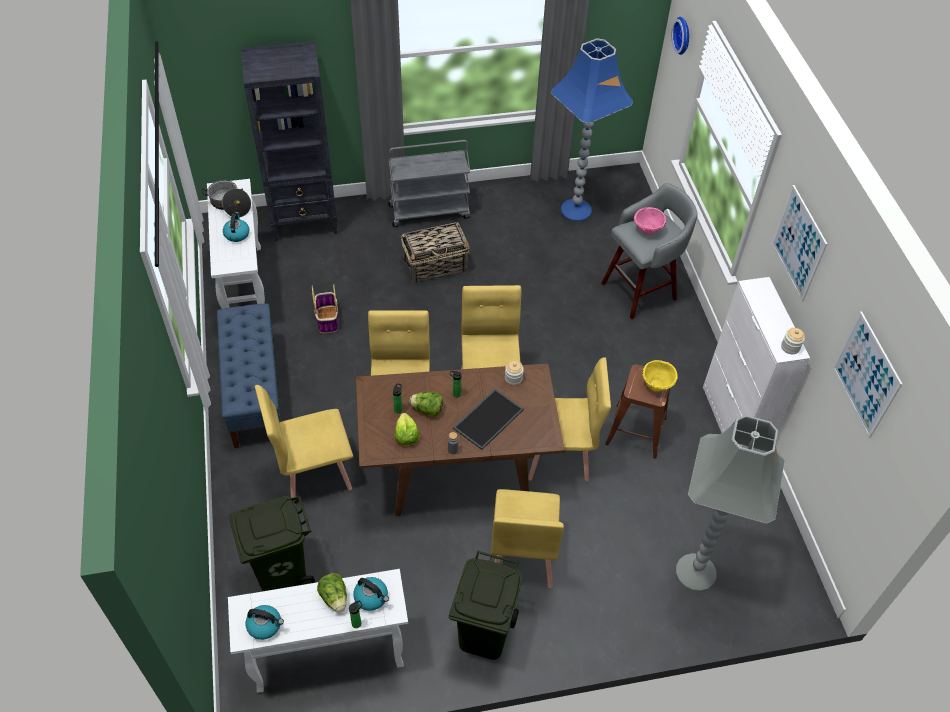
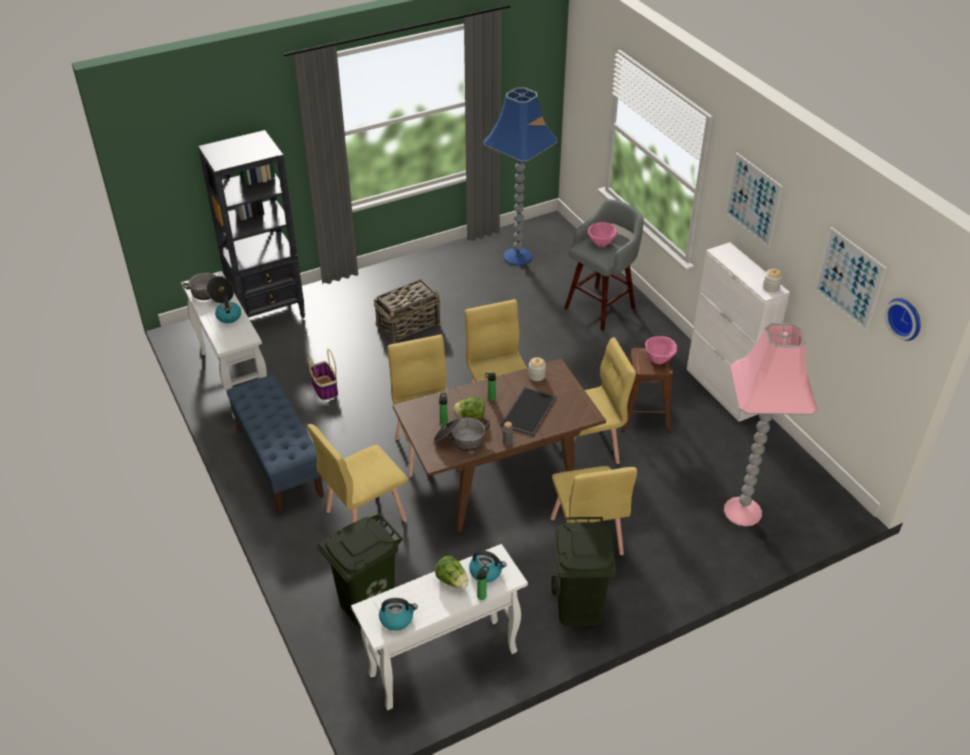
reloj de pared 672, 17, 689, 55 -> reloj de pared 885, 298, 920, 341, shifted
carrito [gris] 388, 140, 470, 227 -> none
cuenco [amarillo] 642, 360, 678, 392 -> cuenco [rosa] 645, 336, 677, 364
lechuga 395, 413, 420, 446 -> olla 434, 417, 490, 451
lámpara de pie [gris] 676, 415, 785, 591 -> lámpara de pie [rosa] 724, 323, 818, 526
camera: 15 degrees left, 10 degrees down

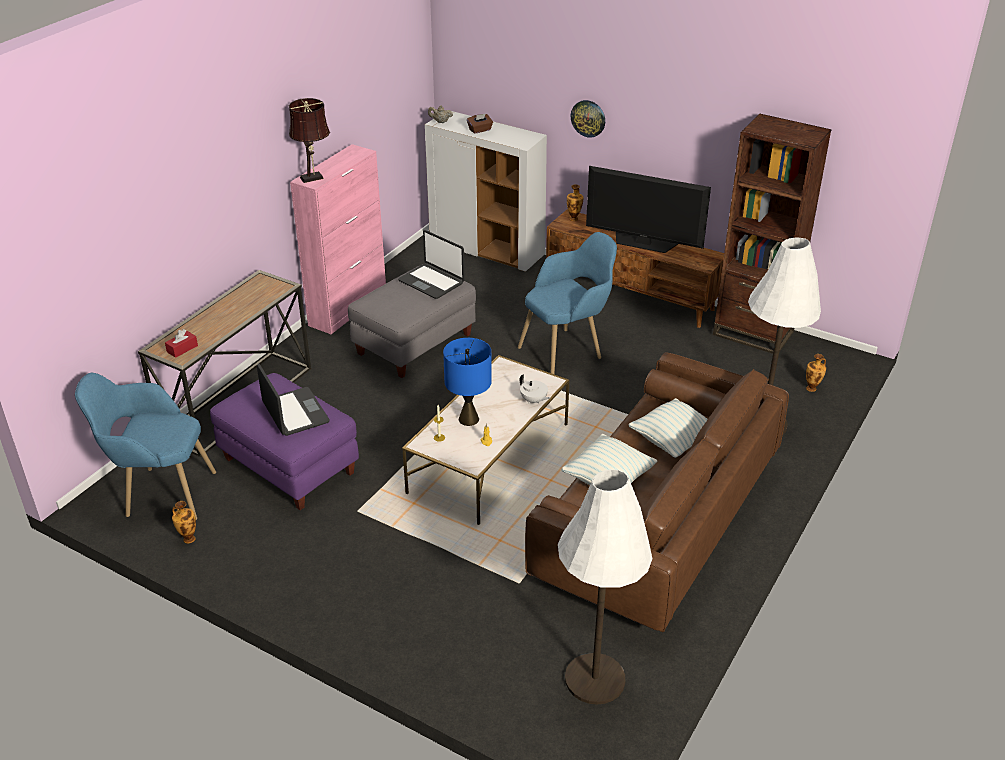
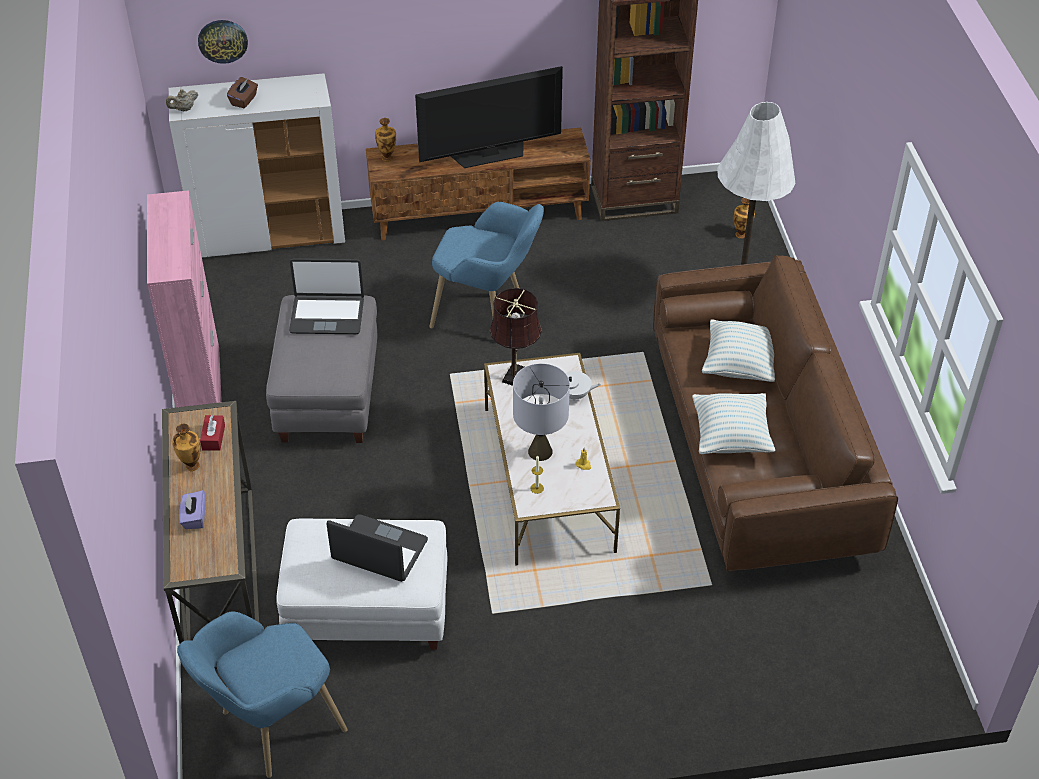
lámpara de mesa [marrón] 289, 98, 330, 183 -> lámpara de mesa [marrón] 490, 288, 542, 386, shifted
reloj de pared 570, 100, 605, 138 -> reloj de pared 198, 20, 248, 64, shifted
sillón [azul] 518, 232, 617, 374 -> sillón [azul] 429, 202, 544, 328, 90 degrees clockwise
caja de pañuelos [rojo] 165, 329, 198, 358 -> caja de pañuelos [rojo] 200, 415, 225, 451, shifted
lámpara de mesa [azul] 443, 338, 492, 426 -> lámpara de mesa [gris] 513, 363, 570, 461
puf [morado] 210, 373, 359, 510 -> puf [blanco] 277, 518, 447, 650
lámpara de pie [blanco] 558, 469, 652, 705 -> none
florero 172, 501, 196, 544 -> florero 172, 424, 201, 471, shifted
none -> caja de pañuelos [morado] 179, 490, 206, 529
camera: 40 degrees left, 10 degrees up

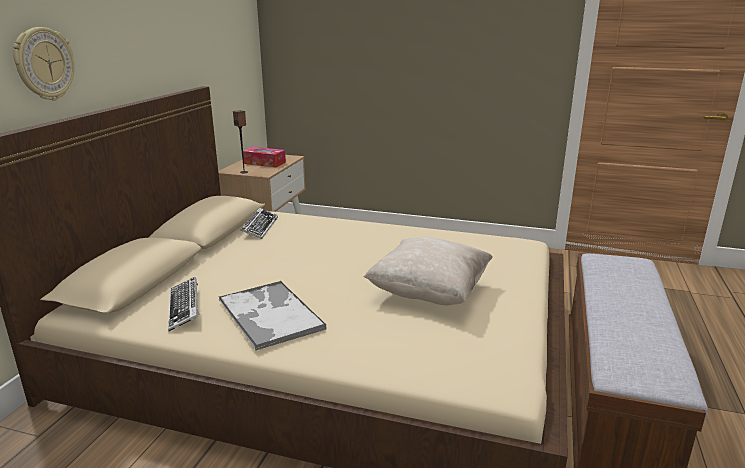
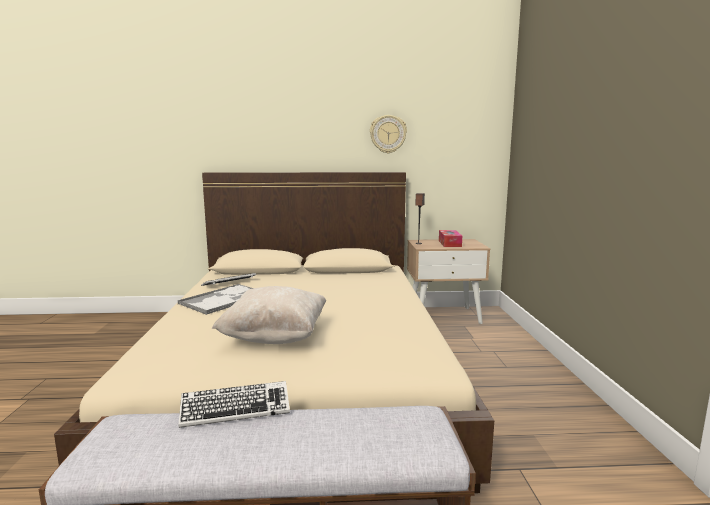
reloj de pared 13, 27, 75, 101 -> reloj de pared 370, 115, 407, 153, shifted
teclado 240, 208, 278, 239 -> teclado 178, 381, 290, 428, shifted
camera: 70 degrees right, 10 degrees down

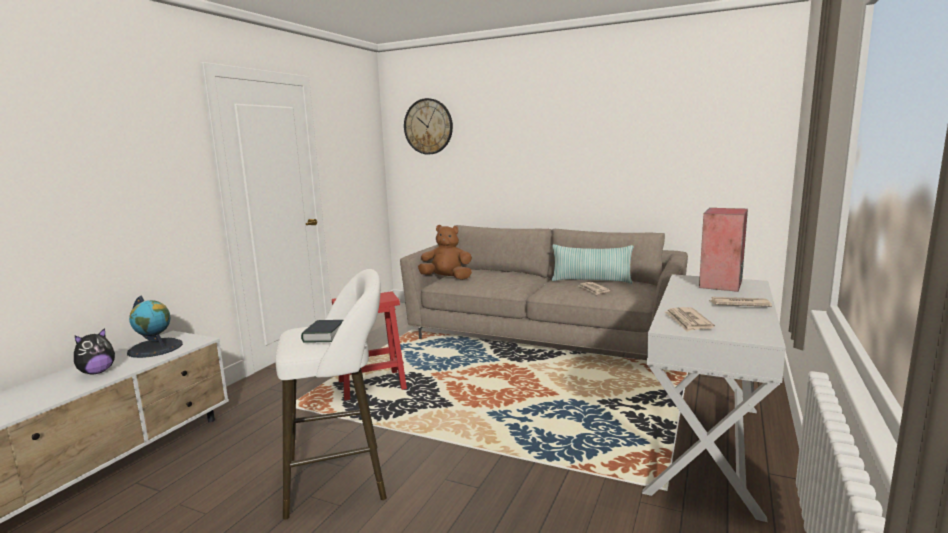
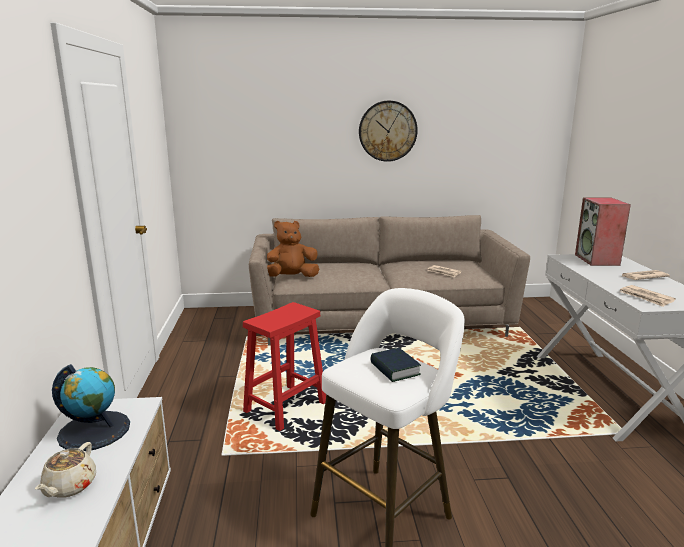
reloj de pared 404, 98, 453, 155 -> reloj de pared 359, 101, 418, 162, shifted
cojín 551, 244, 634, 284 -> none
peluche 74, 328, 115, 375 -> tetera [beis] 35, 442, 96, 498
camera: 30 degrees left, 5 degrees up

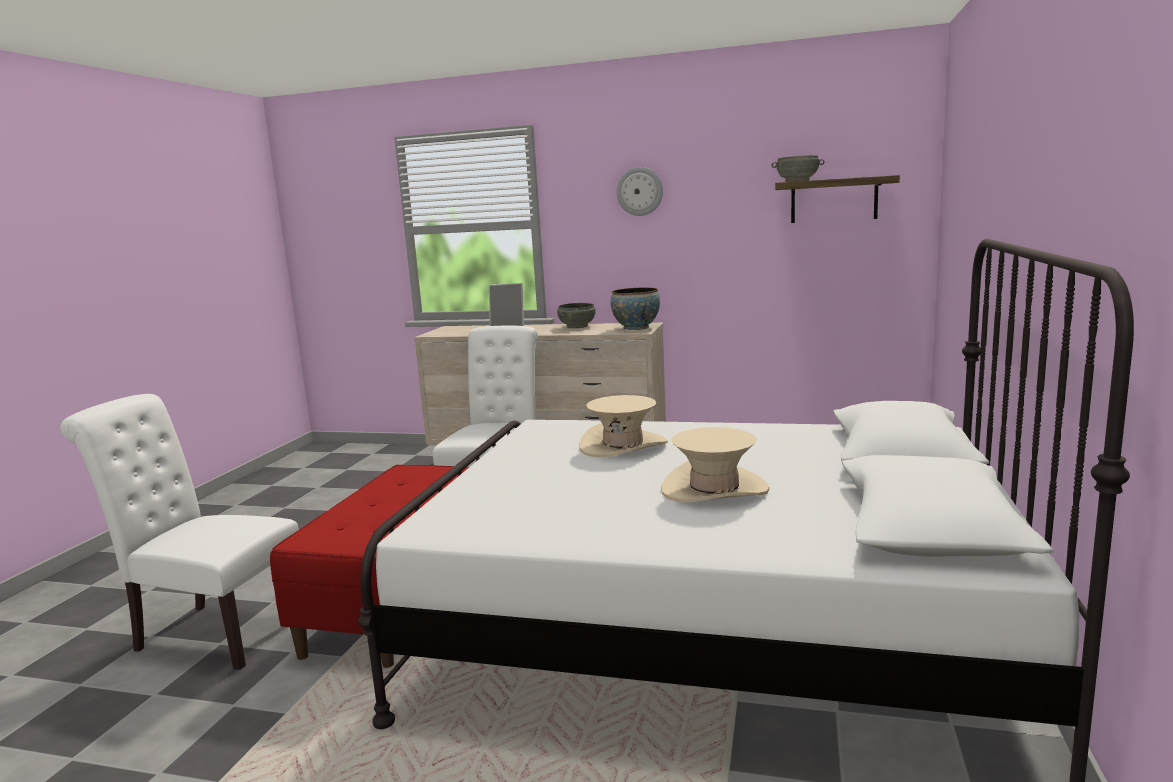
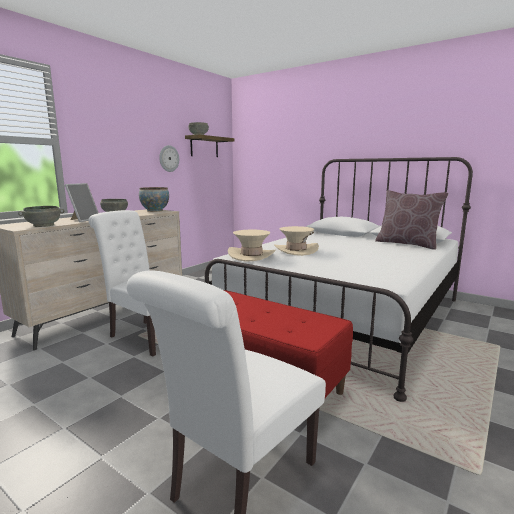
reloj de pared 616, 167, 663, 216 -> reloj de pared 159, 145, 179, 172, shifted
sombrero [beis] 661, 427, 770, 502 -> sombrero [beis] 228, 230, 276, 262, shifted
none -> cojín [marrón] 375, 190, 449, 250
none -> cuenco [gris] 18, 206, 64, 227
camera: 70 degrees left, 0 degrees up

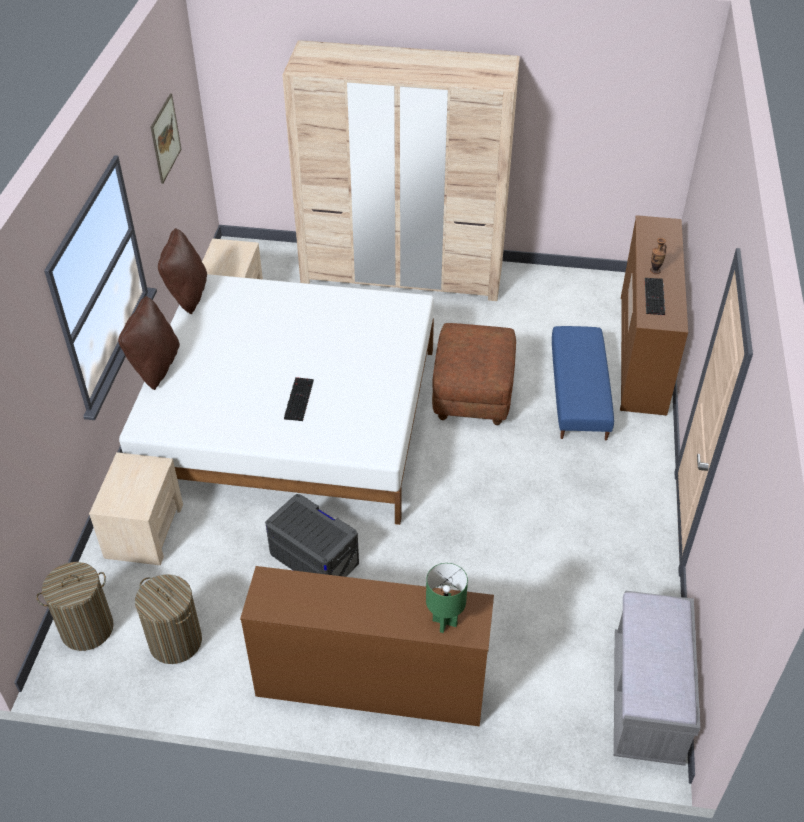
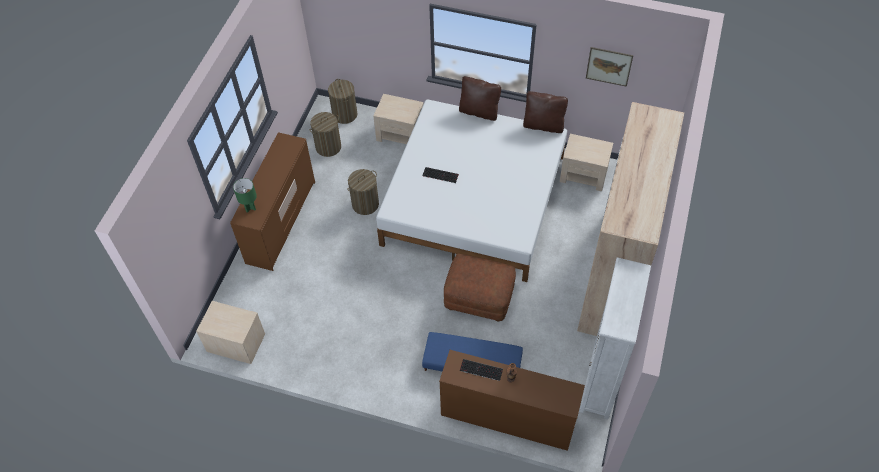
caja de almacenaje [gris] 265, 494, 359, 577 -> cesto de la ropa 347, 169, 379, 215
banco [gris] 614, 591, 700, 766 -> mesita de noche [beis] 196, 301, 265, 364
none -> estantería [blanco] 579, 257, 651, 419
camera: 100 degrees right, 10 degrees up

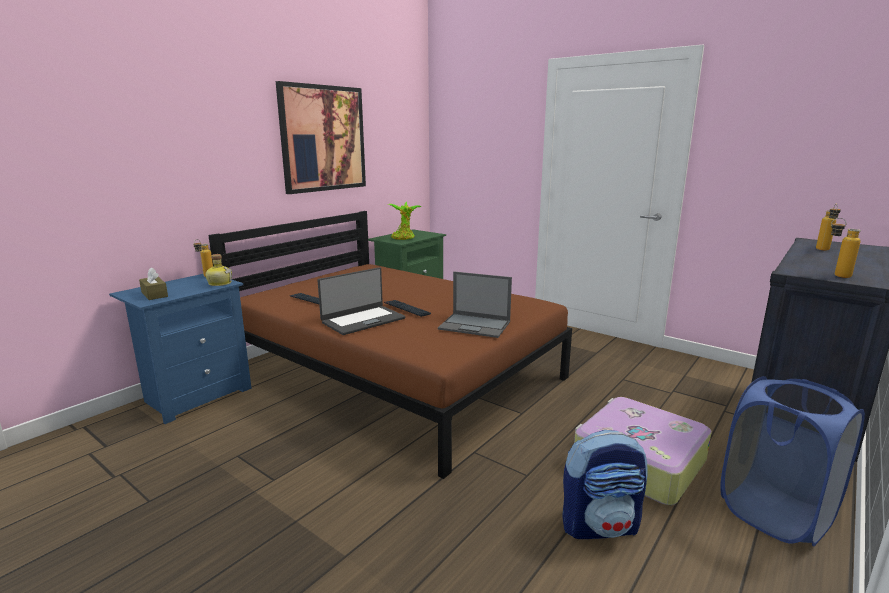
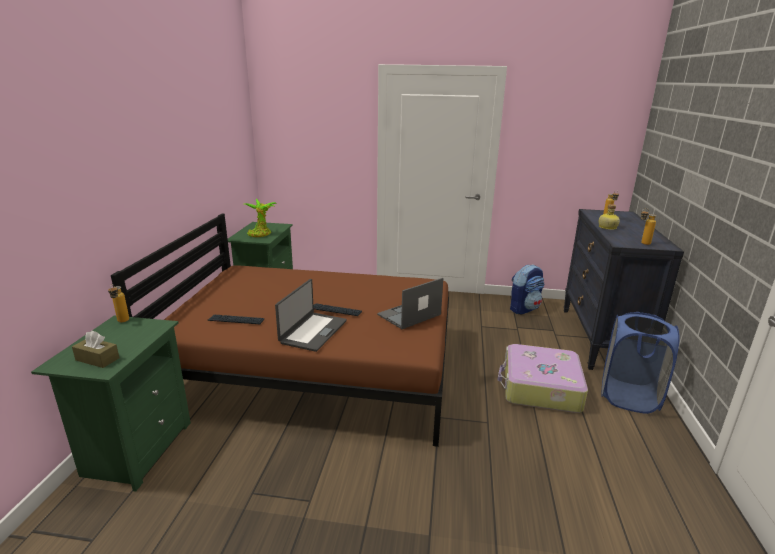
cuadro 276, 81, 366, 194 -> none
botella 205, 254, 232, 286 -> botella 599, 204, 620, 230, shifted
portátil 438, 272, 512, 338 -> portátil 377, 278, 443, 329, 150 degrees clockwise
mesita de noche [azul] 109, 274, 252, 424 -> mesita de noche [verde] 31, 316, 191, 492
mochila 562, 430, 647, 539 -> mochila 510, 264, 544, 315, shifted
camera: 30 degrees left, 5 degrees up

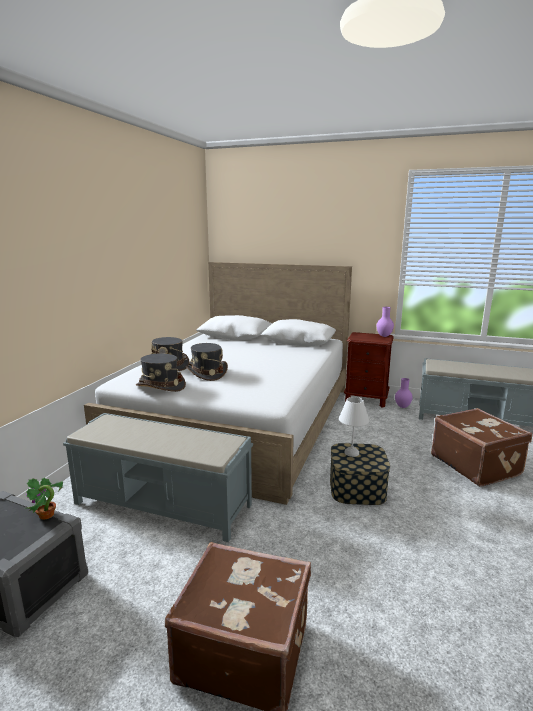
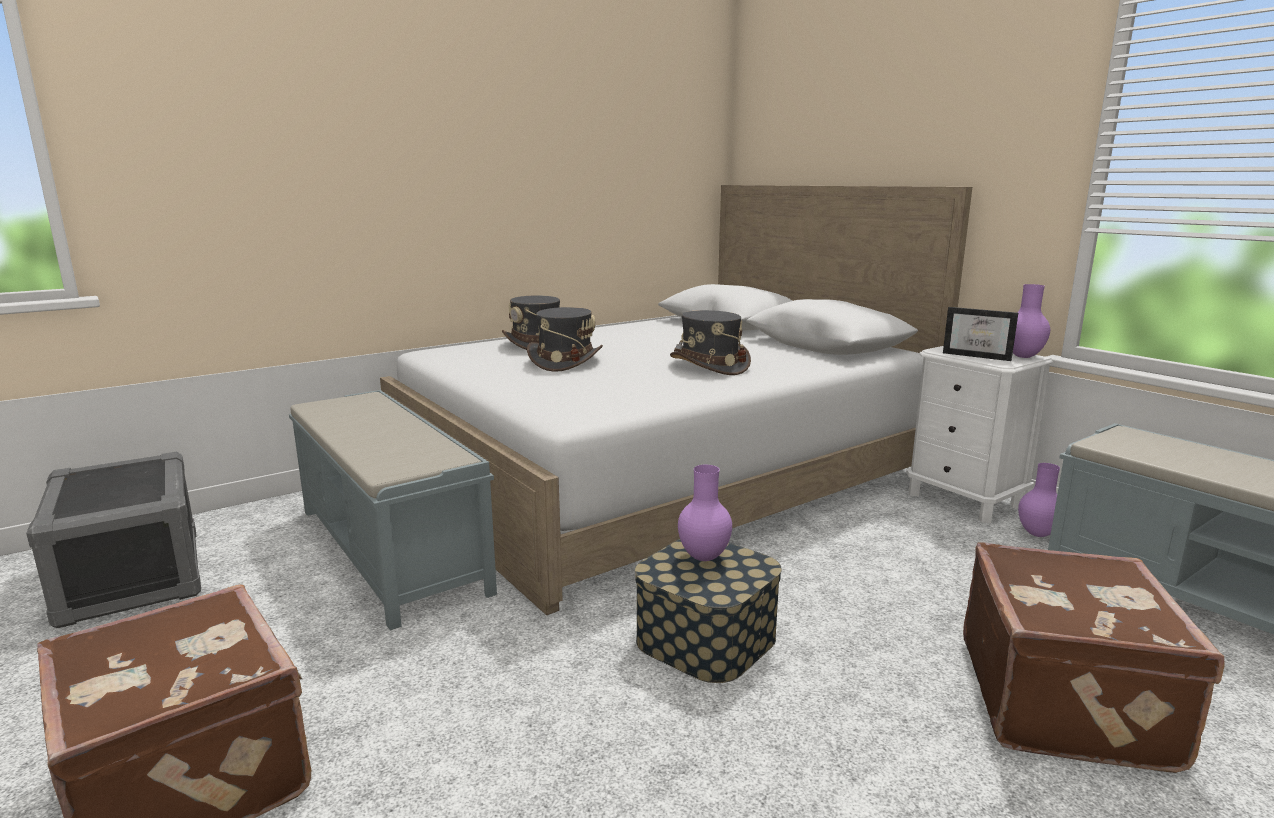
mesita de noche [marrón] 344, 332, 394, 407 -> mesita de noche [blanco] 906, 346, 1053, 523
sombrero [gris] 136, 354, 186, 392 -> sombrero [gris] 670, 310, 751, 375, shifted
lámpara de mesa [blanco] 339, 397, 369, 457 -> florero [morado] 678, 465, 732, 561
planta en maceta 25, 478, 63, 520 -> none
none -> portarretratos 943, 307, 1018, 361
camera: 35 degrees right, 0 degrees up

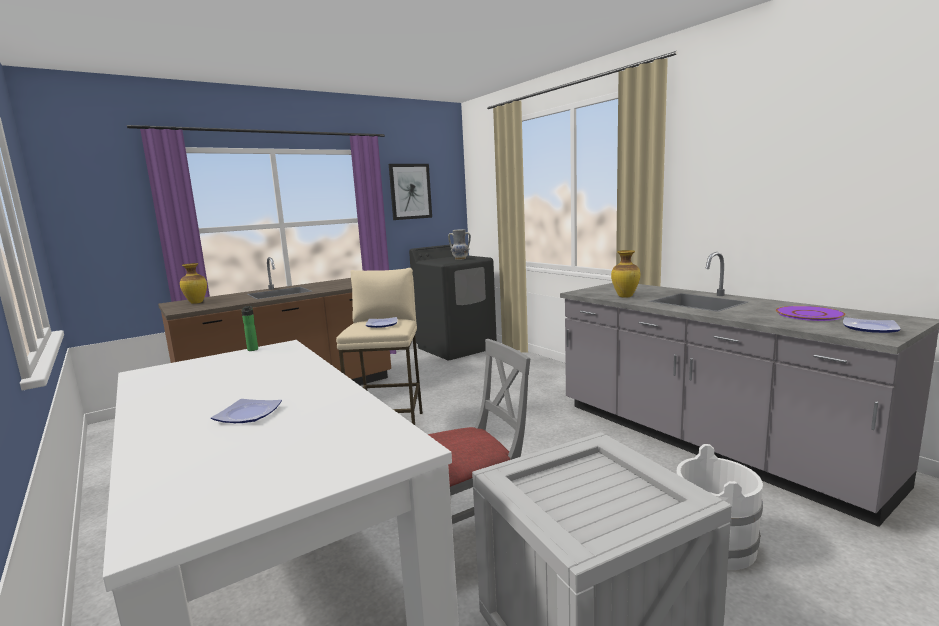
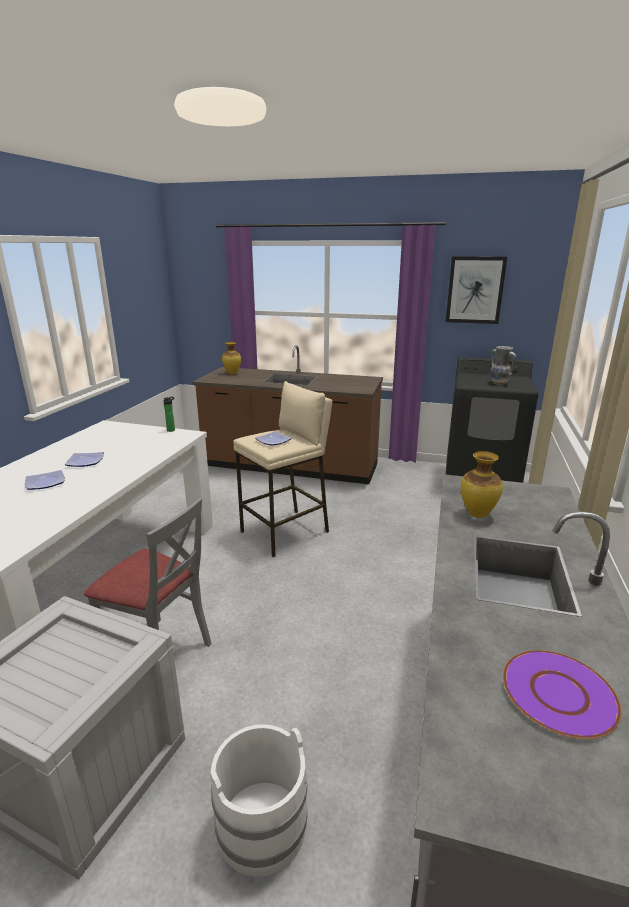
plato 843, 317, 900, 333 -> plato 65, 452, 104, 467, shifted
camera: 50 degrees right, 10 degrees up

